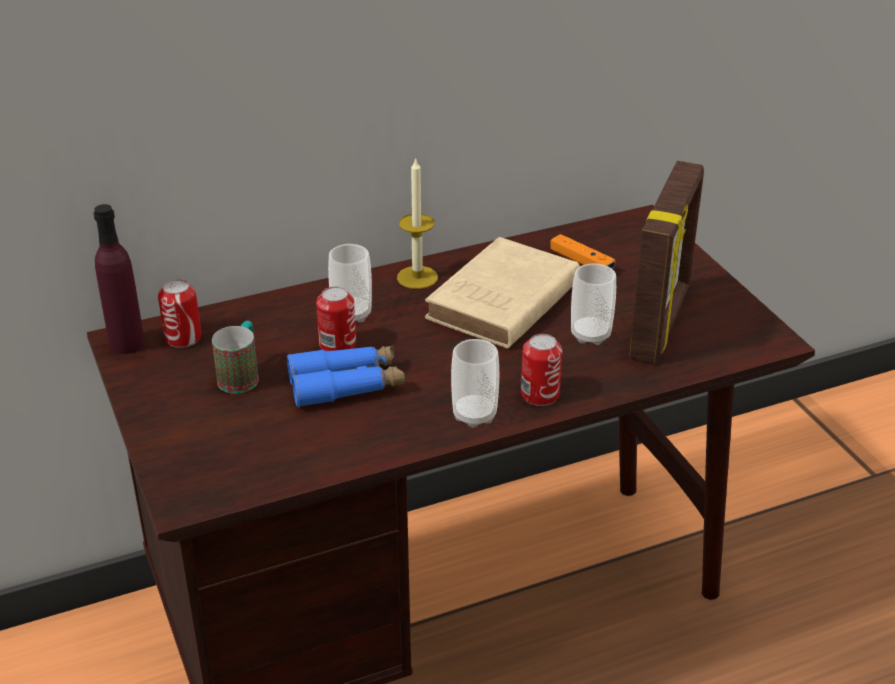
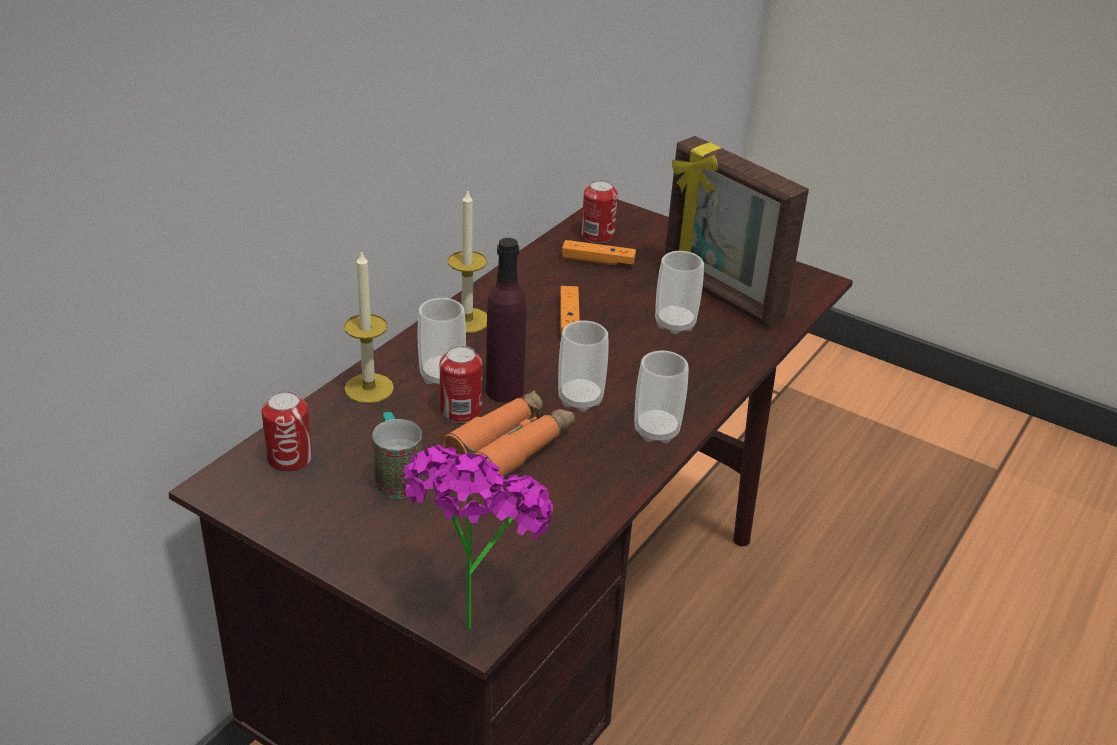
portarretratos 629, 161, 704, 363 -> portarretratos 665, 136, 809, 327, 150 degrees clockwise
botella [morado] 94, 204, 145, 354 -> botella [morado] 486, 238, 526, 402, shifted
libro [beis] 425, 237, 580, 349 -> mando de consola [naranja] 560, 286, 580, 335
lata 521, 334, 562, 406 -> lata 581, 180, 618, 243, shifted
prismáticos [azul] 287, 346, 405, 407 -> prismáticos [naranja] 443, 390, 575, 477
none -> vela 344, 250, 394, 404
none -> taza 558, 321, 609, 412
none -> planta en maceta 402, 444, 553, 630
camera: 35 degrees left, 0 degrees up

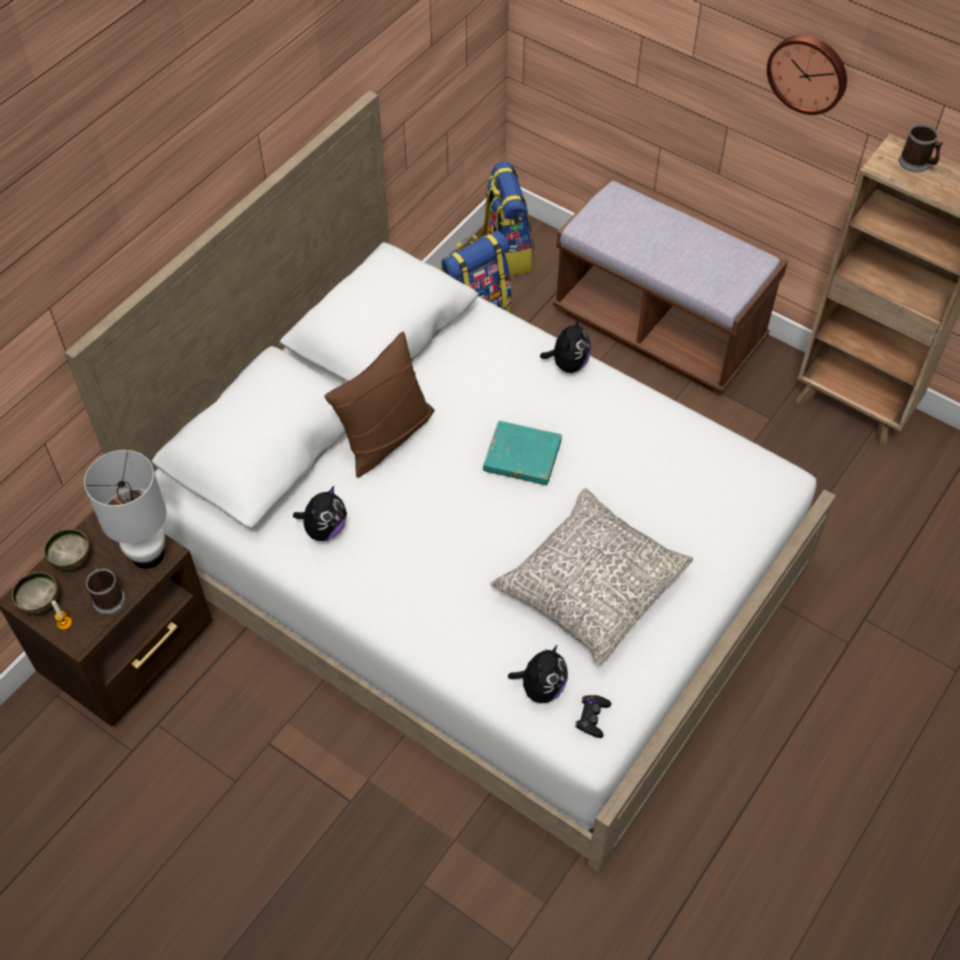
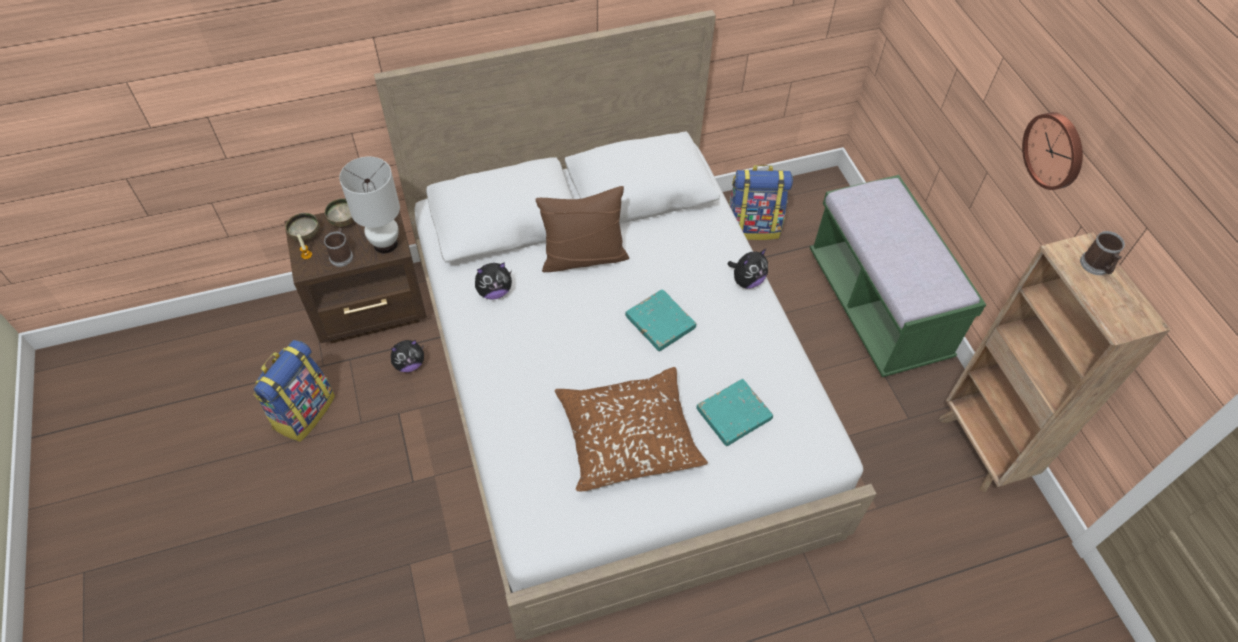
mochila 481, 161, 534, 276 -> mochila 253, 340, 335, 442, shifted
banco [marrón] 553, 177, 788, 393 -> banco [verde] 810, 175, 986, 377
cojín [gris] 490, 488, 693, 665 -> cojín [marrón] 555, 367, 708, 492
peluche 508, 645, 568, 703 -> peluche 391, 340, 424, 372, shifted
mando de consola [negro] 575, 695, 611, 738 -> none
none -> libro [turquesa] 696, 379, 773, 446
camera: 35 degrees right, 0 degrees up

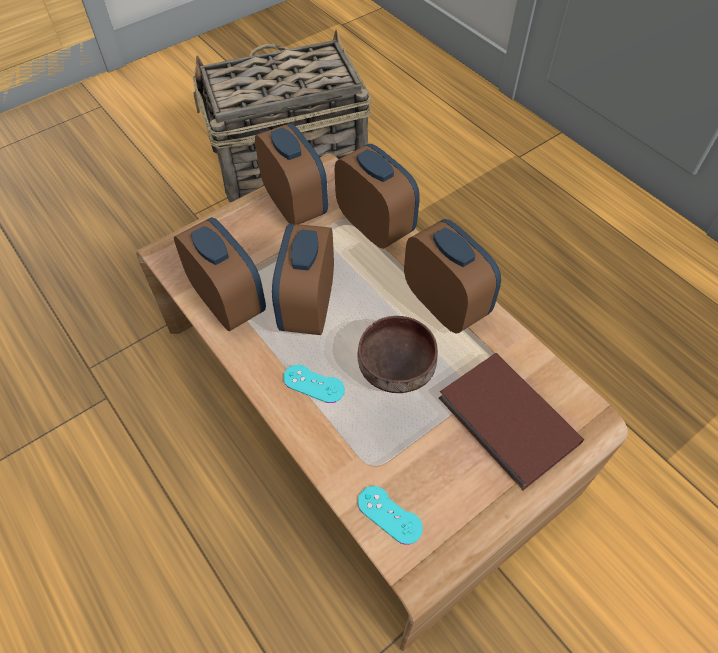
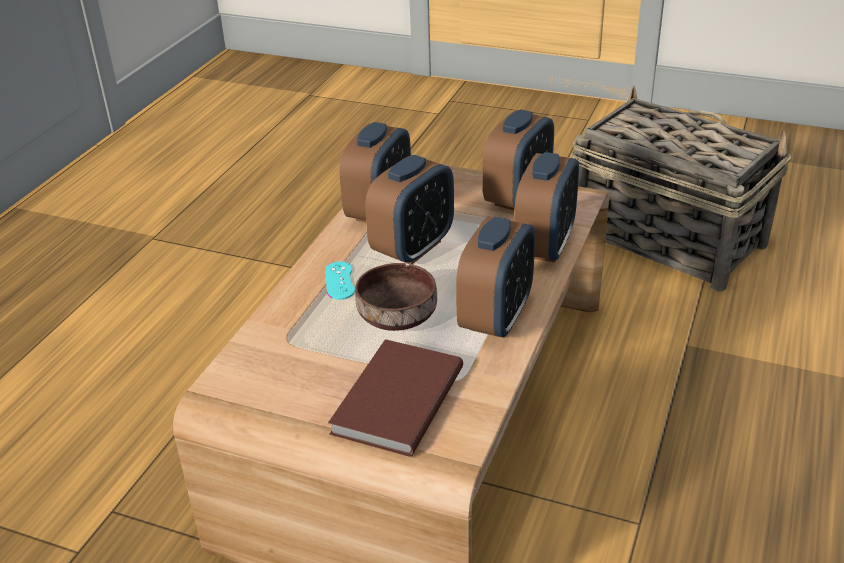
despertador 272, 224, 334, 335 -> despertador 365, 155, 454, 264, 150 degrees clockwise
mando de consola [turquesa] 358, 486, 423, 545 -> none
camera: 60 degrees right, 20 degrees down

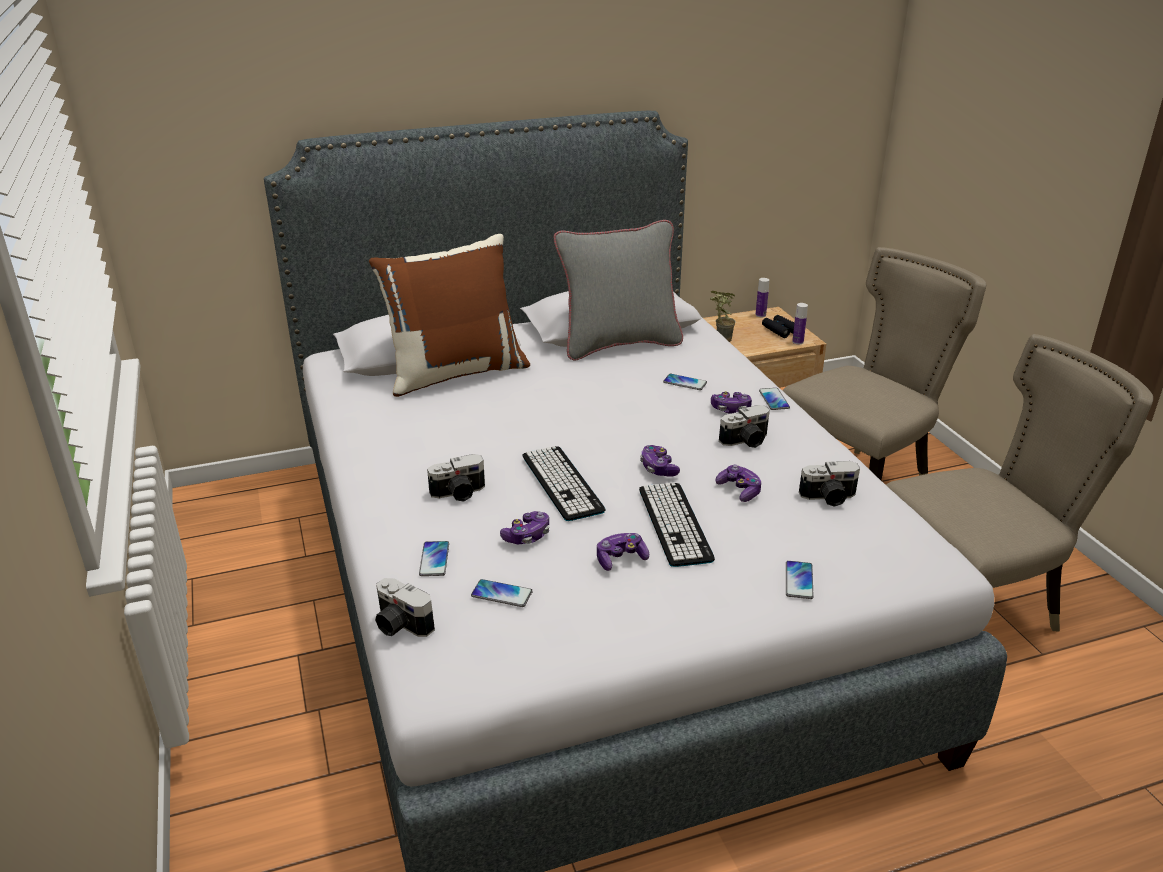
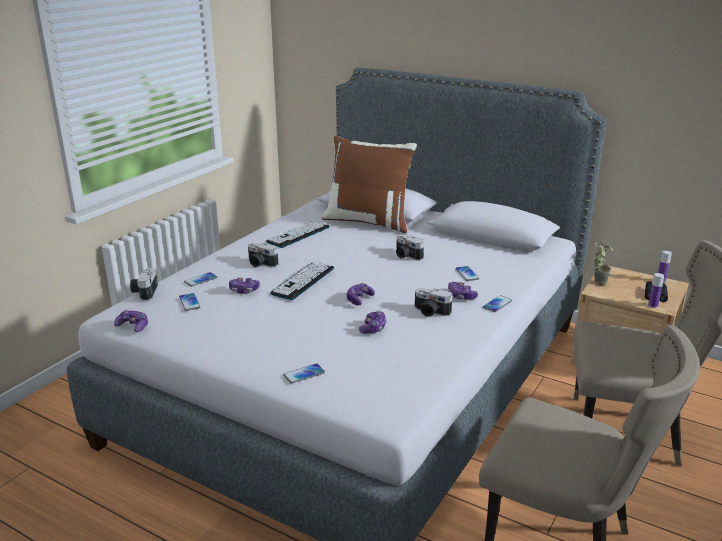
cojín [gris] 554, 220, 683, 360 -> none
cámara 799, 461, 860, 507 -> cámara 396, 235, 424, 261, shifted
teclado 639, 482, 715, 567 -> teclado 266, 220, 330, 248, shifted
mando de consola 597, 533, 649, 571 -> mando de consola 114, 310, 148, 332, shifted
camera: 50 degrees right, 5 degrees down

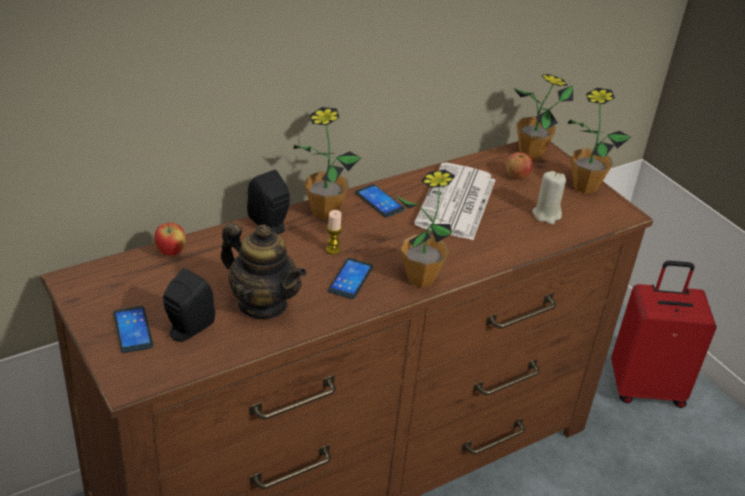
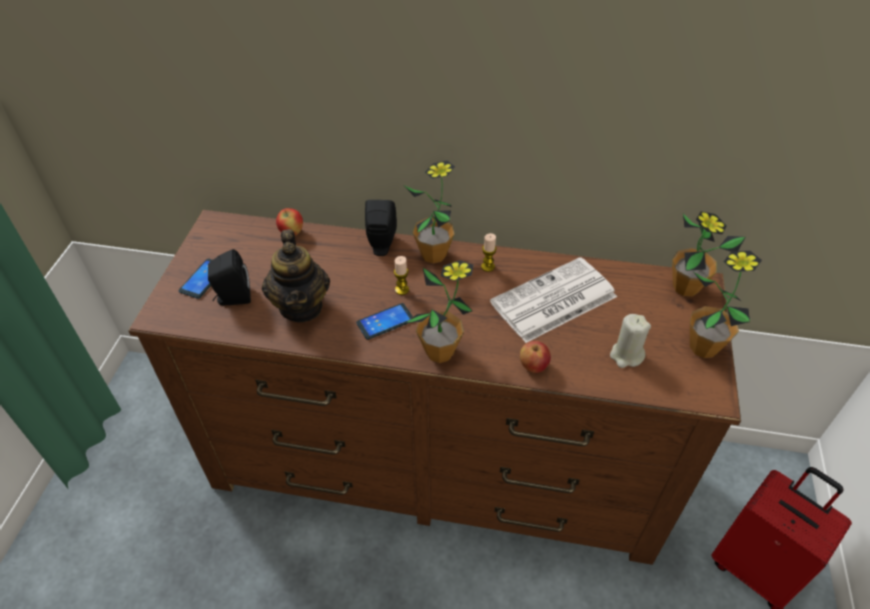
manzana 506, 152, 533, 179 -> manzana 520, 341, 551, 373, shifted
móvil 355, 184, 405, 218 -> vela 481, 233, 497, 272
camera: 45 degrees right, 10 degrees up

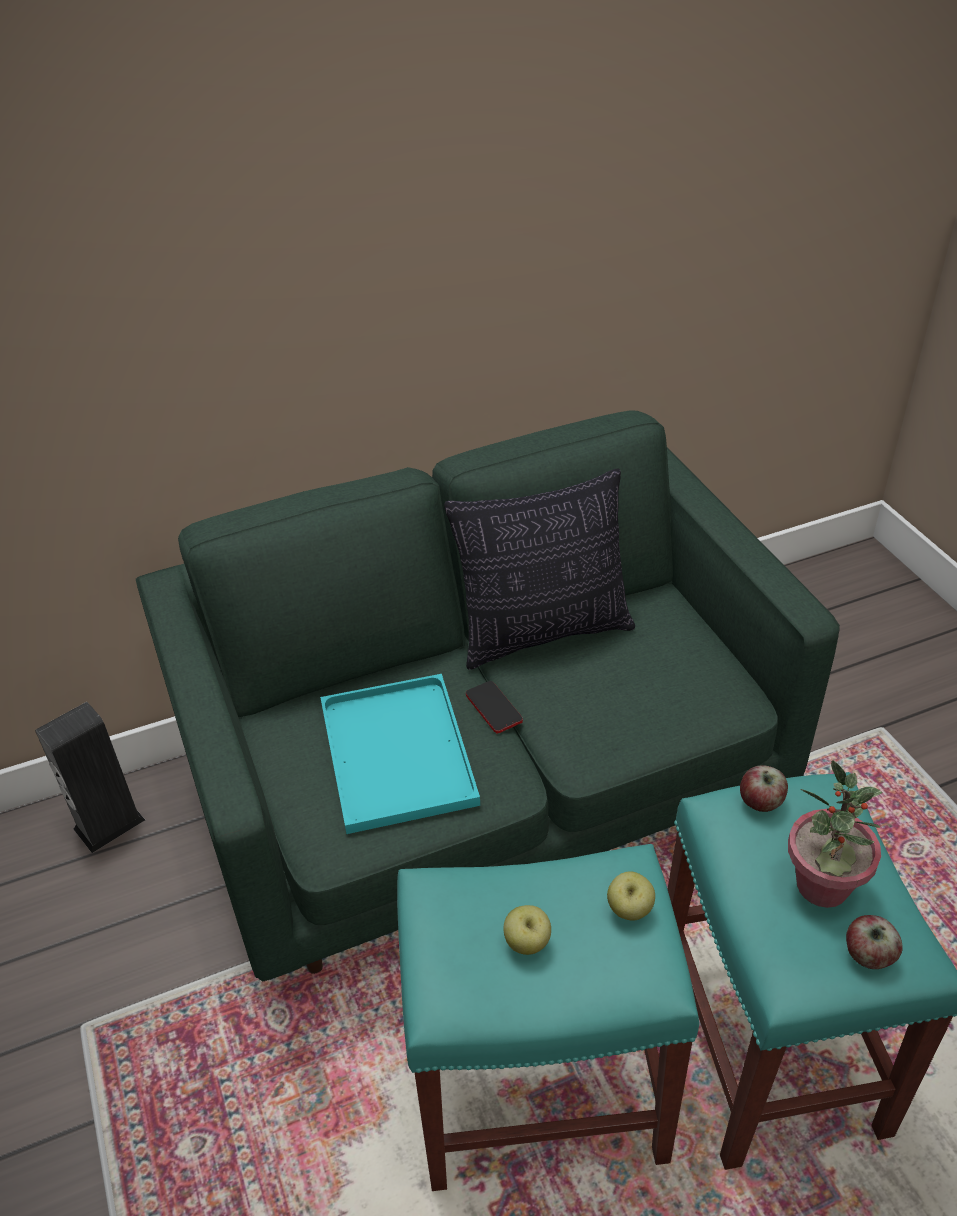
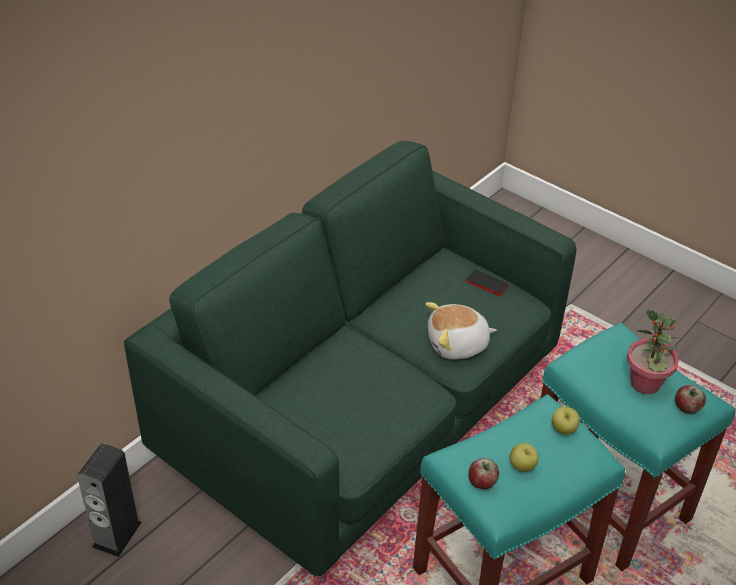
cojín 444, 469, 635, 670 -> none
bandeja [turquesa] 320, 674, 480, 834 -> none
móvil 466, 681, 523, 734 -> móvil 466, 270, 509, 296, shifted
manzana 740, 765, 788, 812 -> manzana 468, 458, 499, 489, shifted
none -> peluche 425, 302, 497, 360
camera: 30 degrees left, 0 degrees up

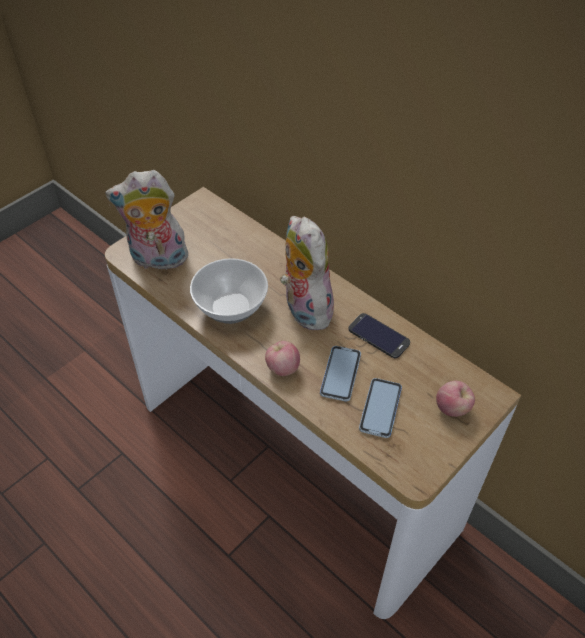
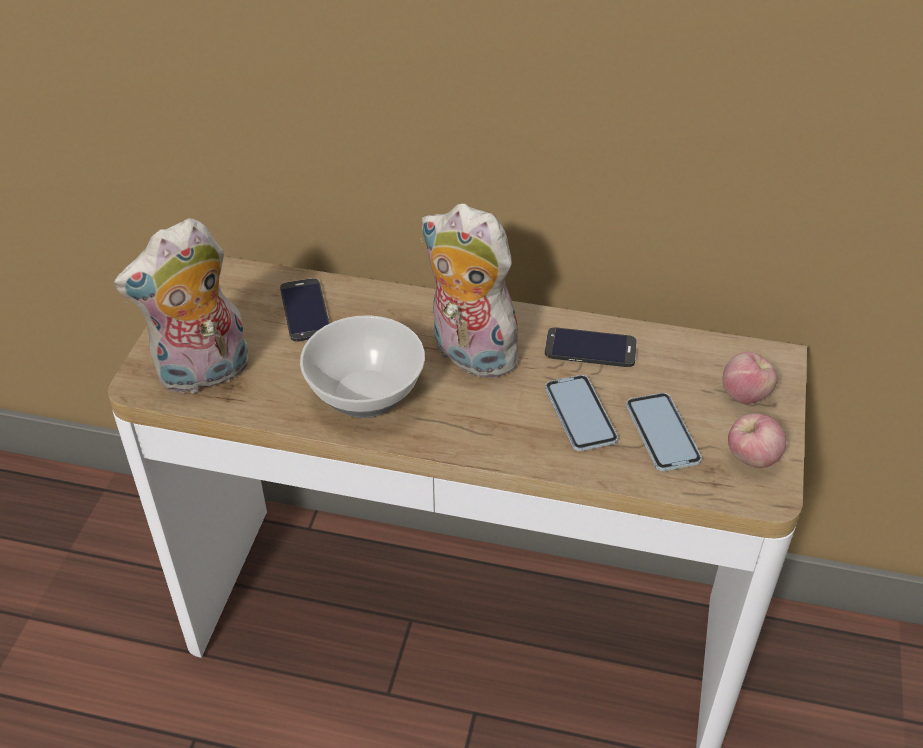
manzana 265, 341, 300, 376 -> manzana 728, 413, 786, 468, shifted
none -> móvil 280, 278, 330, 342
camera: 30 degrees left, 5 degrees down

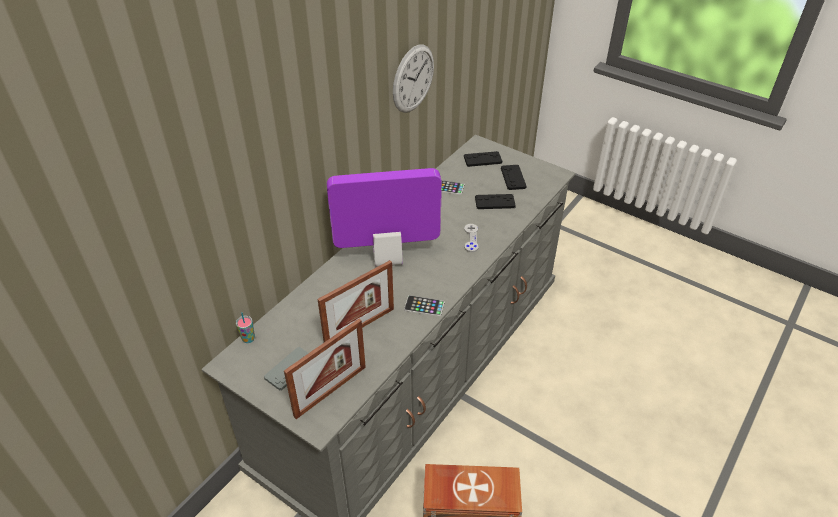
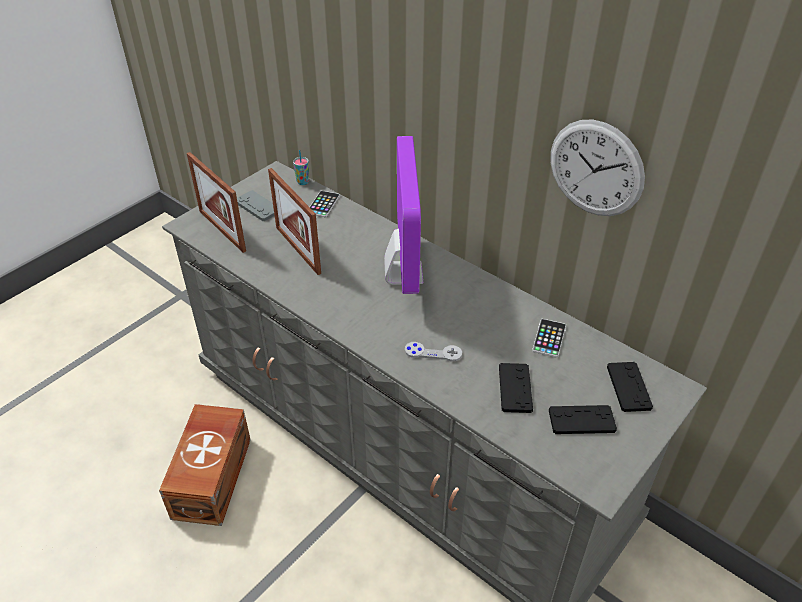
móvil 404, 295, 445, 317 -> móvil 310, 191, 340, 217, shifted
camera: 95 degrees right, 0 degrees up

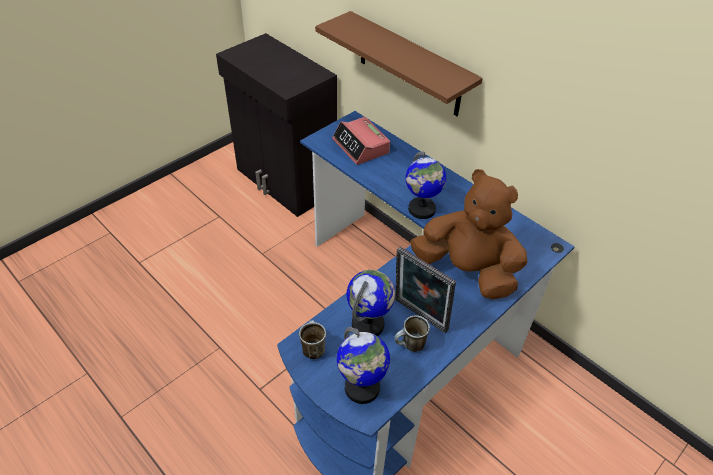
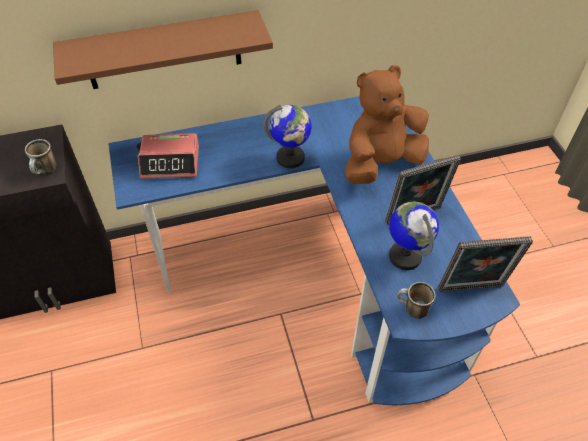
taza grande 394, 315, 430, 352 -> taza grande 25, 139, 57, 174, shifted
globo terráqueo 337, 327, 390, 404 -> portarretratos 438, 236, 533, 292
camera: 60 degrees left, 5 degrees up

